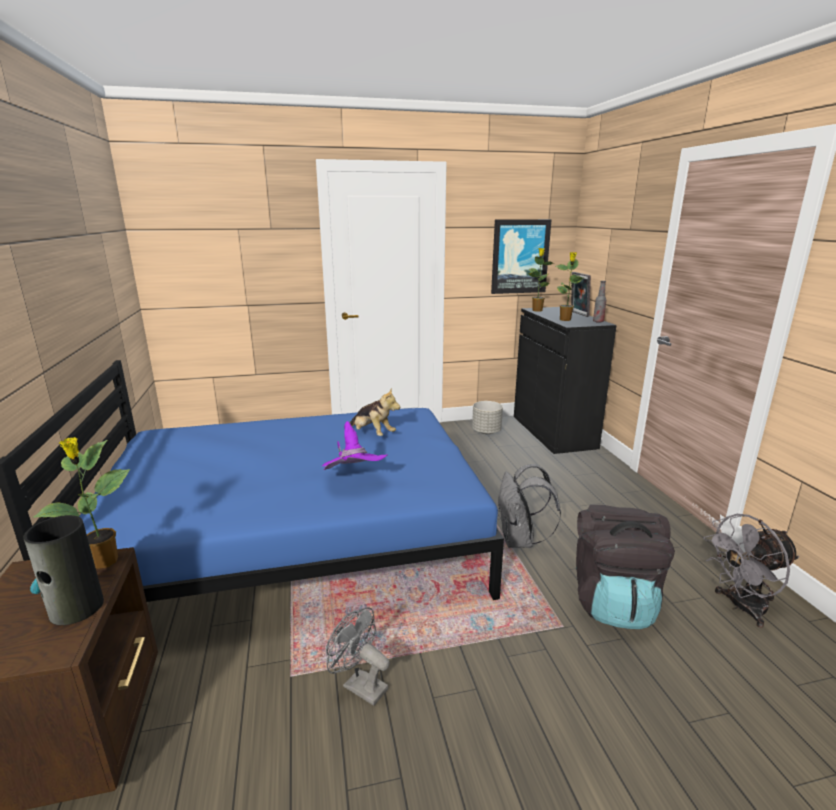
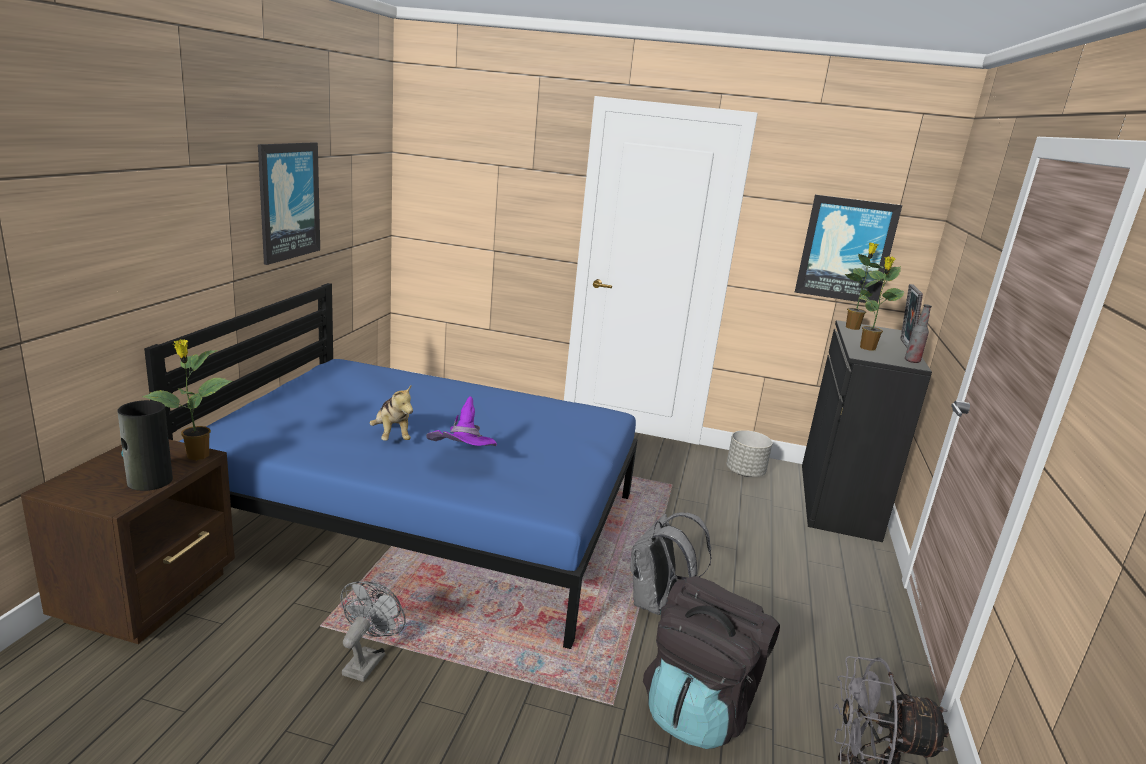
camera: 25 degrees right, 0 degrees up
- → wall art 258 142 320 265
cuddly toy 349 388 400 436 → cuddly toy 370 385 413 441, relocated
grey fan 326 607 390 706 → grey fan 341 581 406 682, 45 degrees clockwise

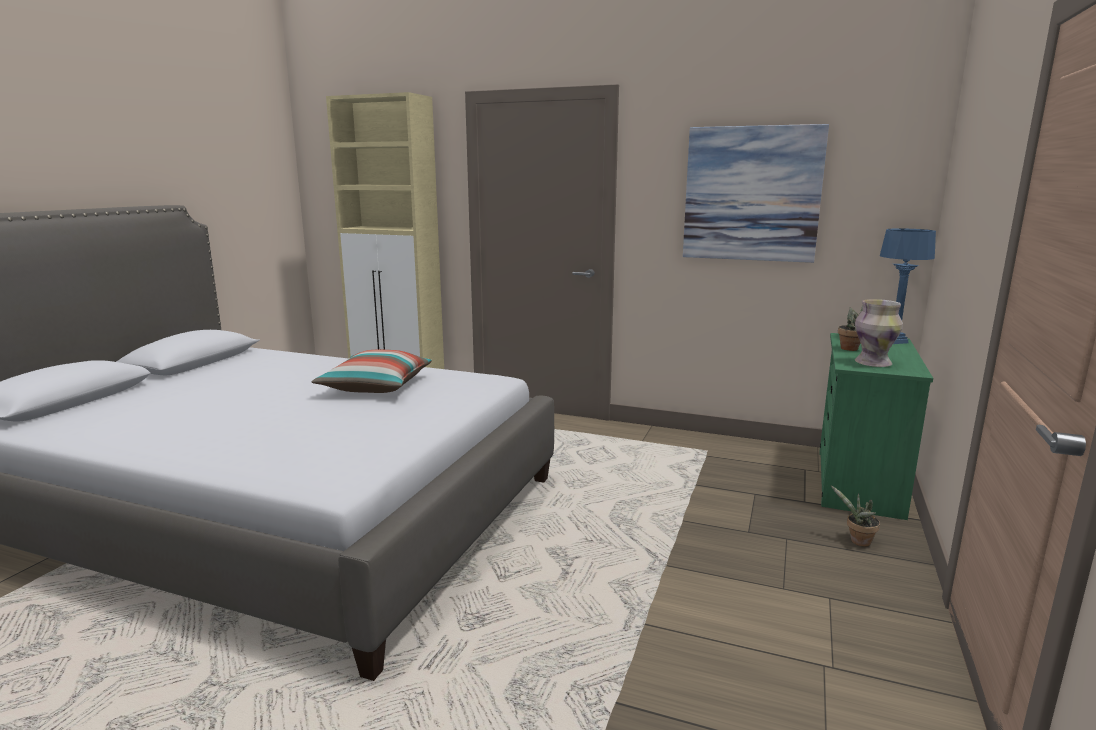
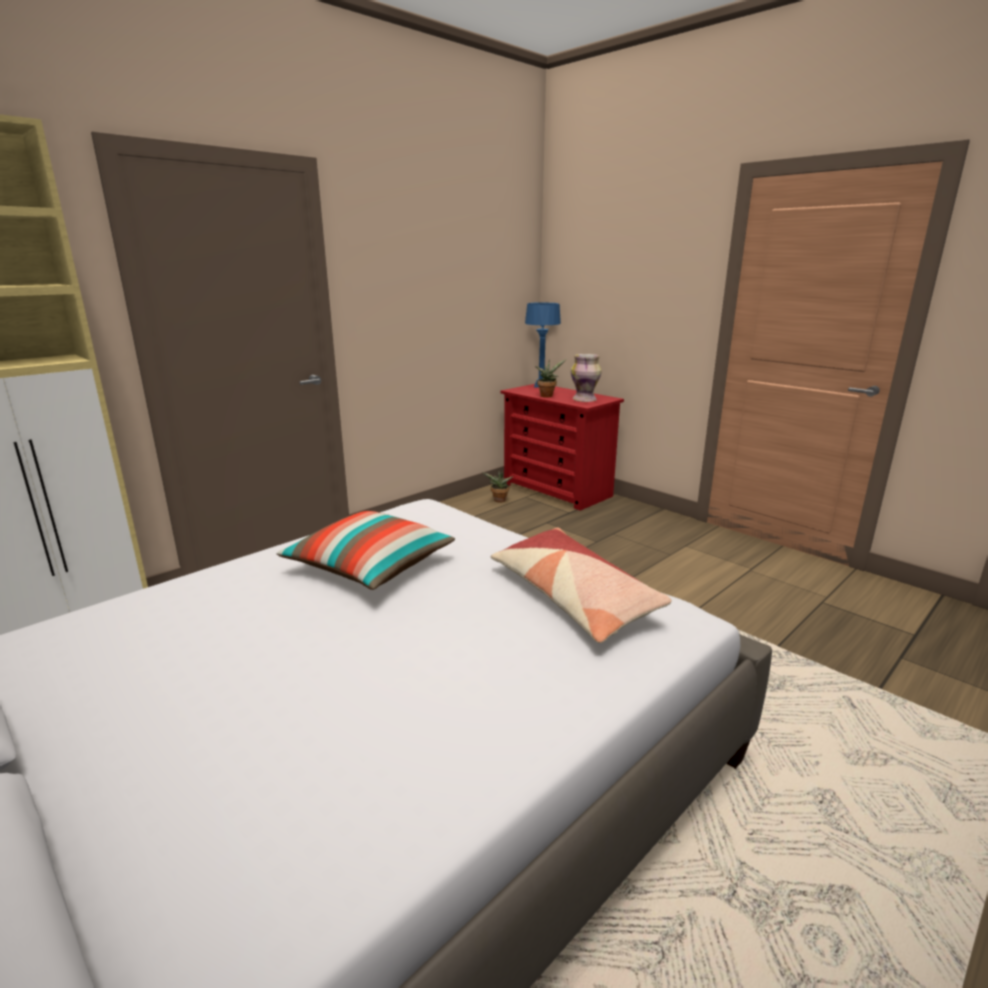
camera: 65 degrees left, 5 degrees up
wall art 683 124 829 263 → -
- → pillow 491 528 672 643
potted plant 831 485 880 547 → potted plant 482 472 513 503, relocated
green dresser 819 333 933 520 → reddish dresser 500 384 624 511

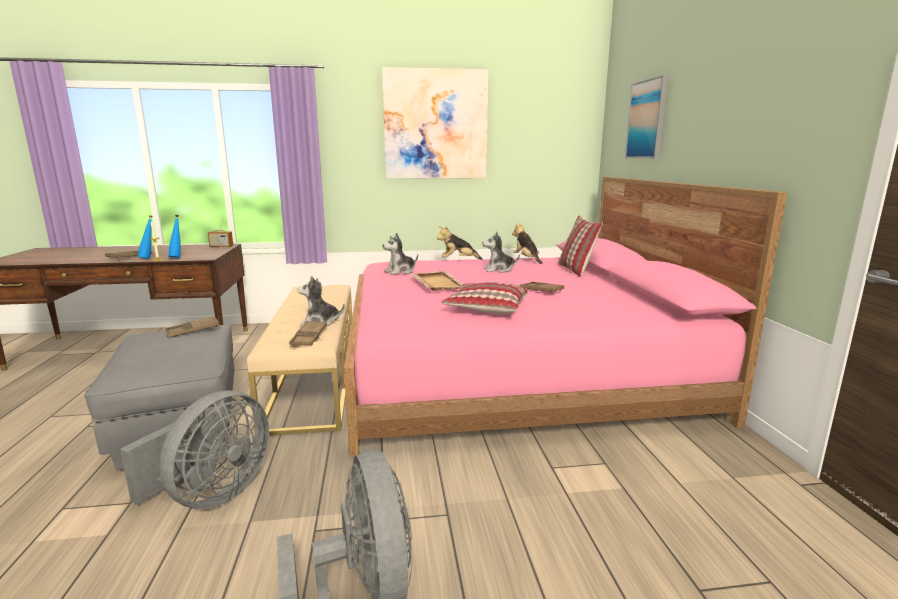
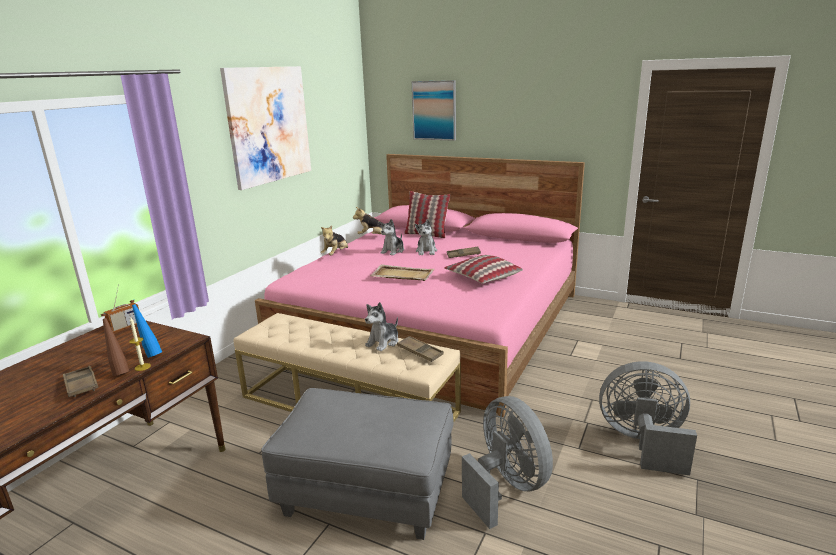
camera: 55 degrees left, 5 degrees up
brown serving tray 165 316 220 338 → -
cuddly toy 383 233 418 275 → cuddly toy 415 219 437 255, relocated
blue bottle 138 215 152 259 → brown bottle 100 313 129 376

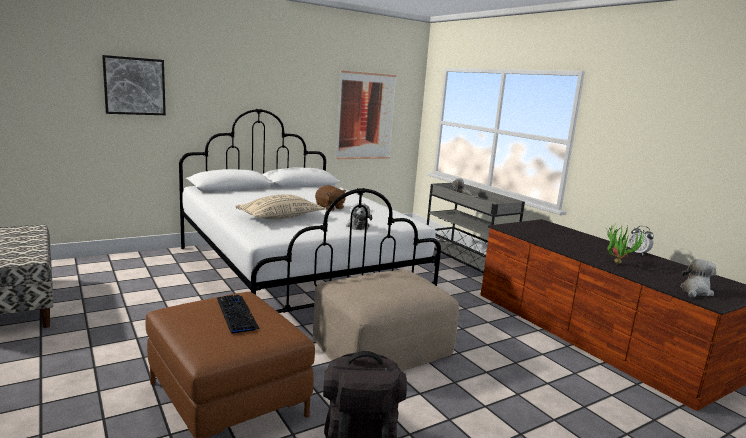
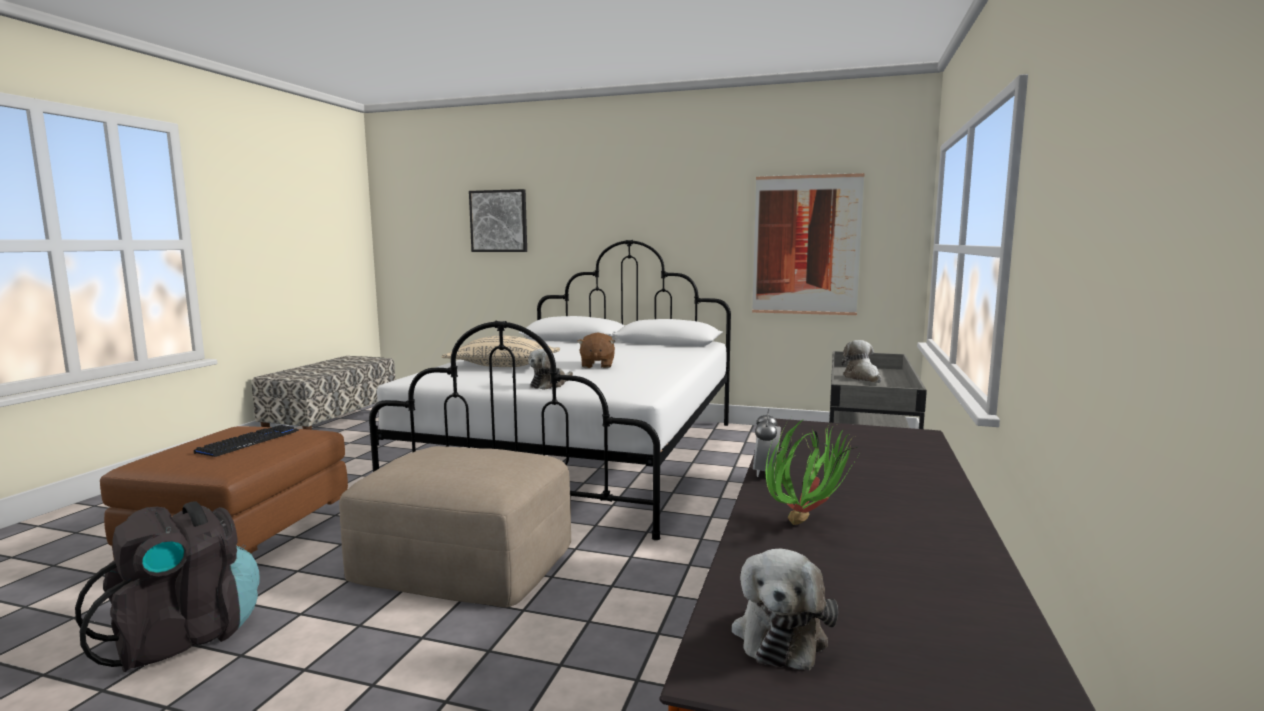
camera: 50 degrees right, 5 degrees down
alarm clock 629 226 654 255 → alarm clock 753 409 781 477, relocated
cuddly toy 680 259 716 298 → cuddly toy 732 549 838 671, 105 degrees clockwise

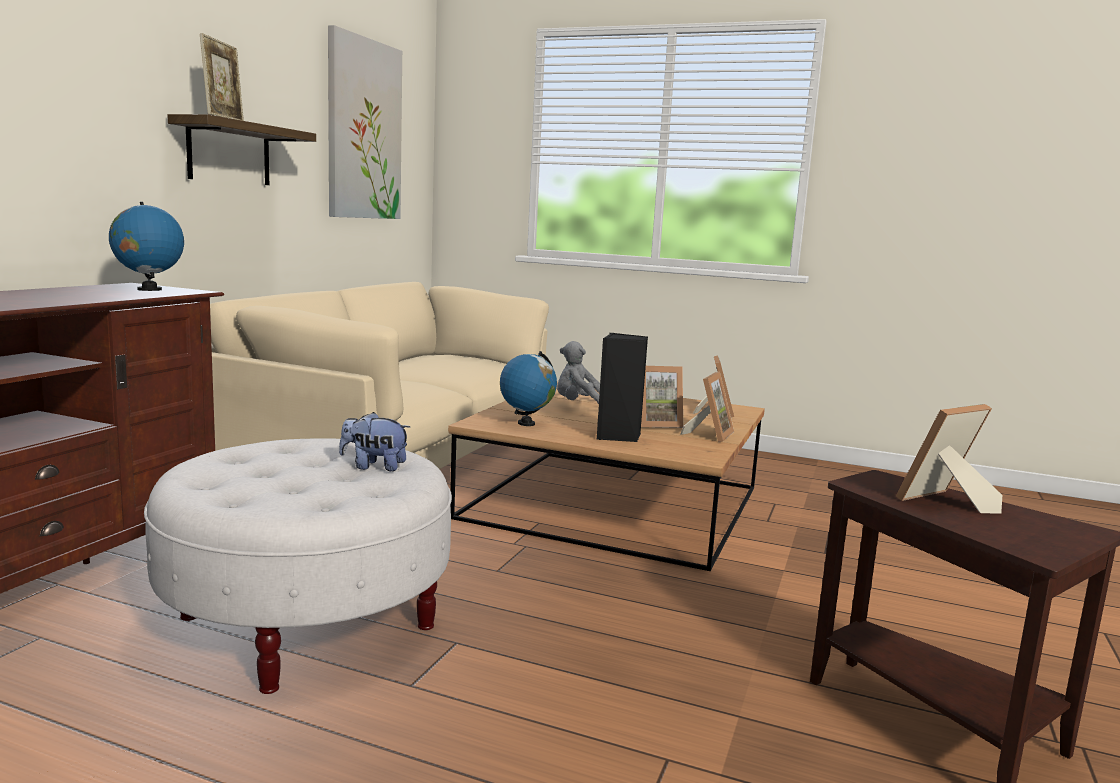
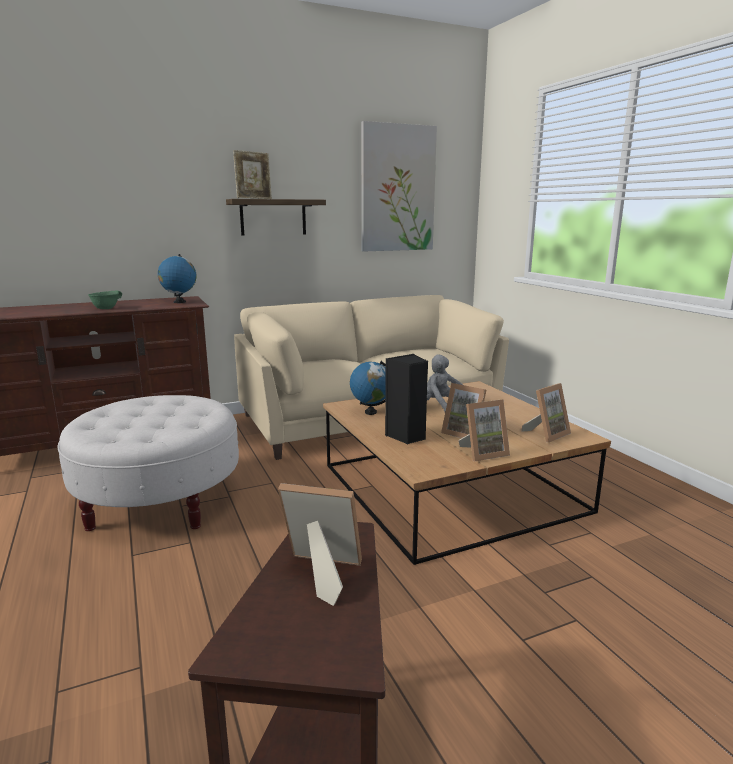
camera: 45 degrees right, 5 degrees up
cuddly toy 339 412 410 471 → -
- → green deep dish 88 290 122 309

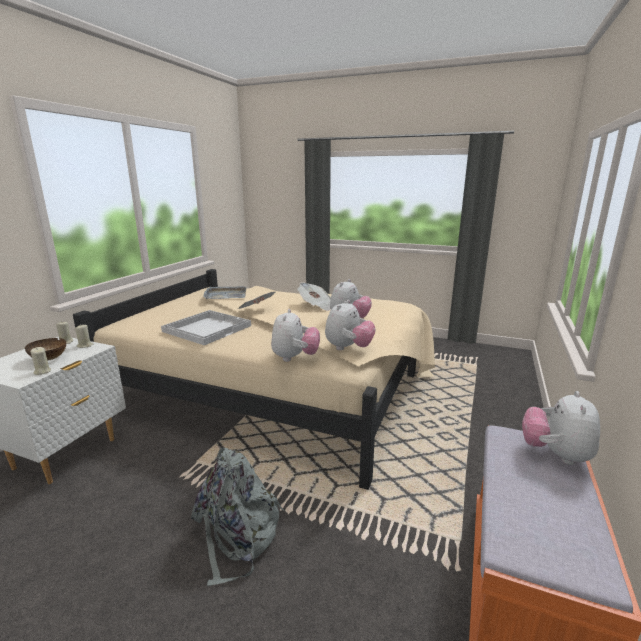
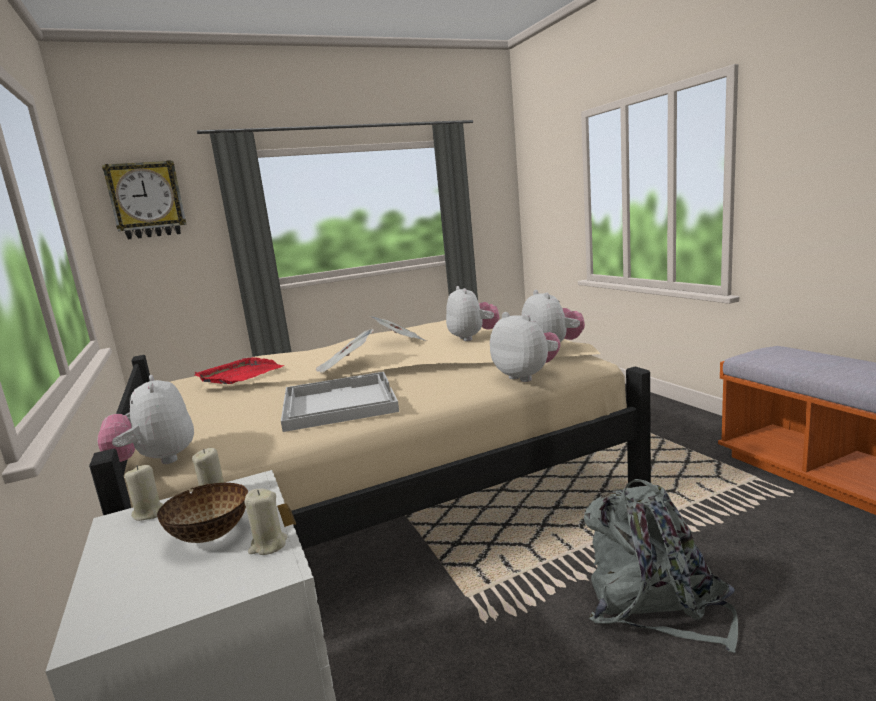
camera: 45 degrees left, 5 degrees down
- → hanging clock 102 160 187 239
cuddly toy 522 391 600 465 → cuddly toy 97 375 194 464, relocated
grey serving tray 203 286 246 299 → reddish serving tray 194 357 284 384

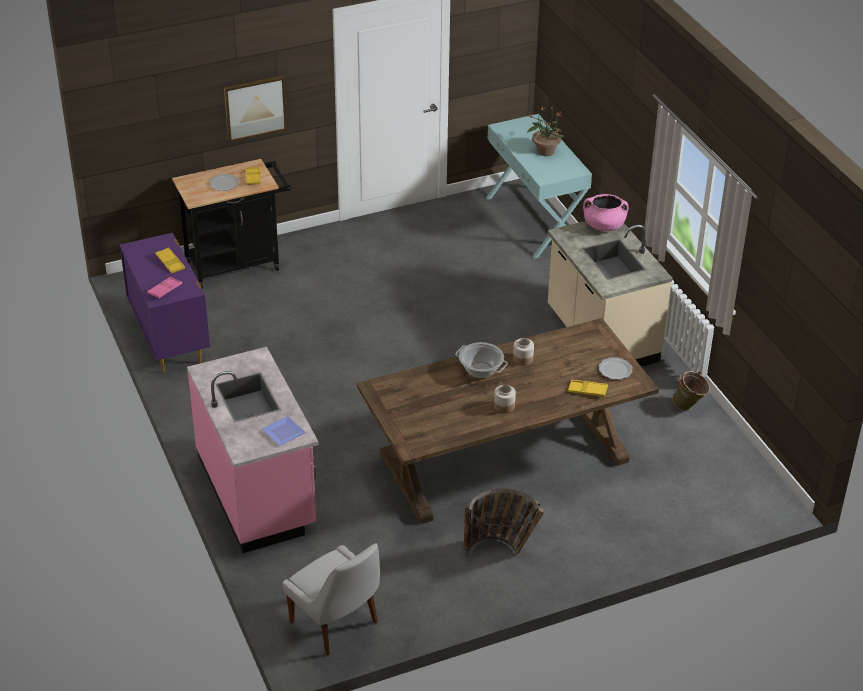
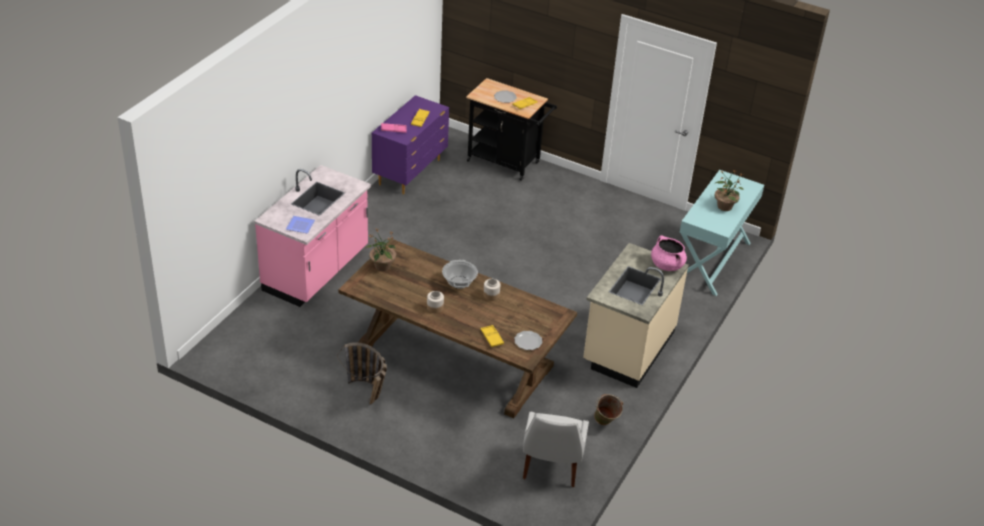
camera: 50 degrees right, 0 degrees up
wall art 224 76 287 142 → -
- → potted plant 366 228 396 271
whitish plain chair 282 543 380 656 → whitish plain chair 523 412 589 487, relocated

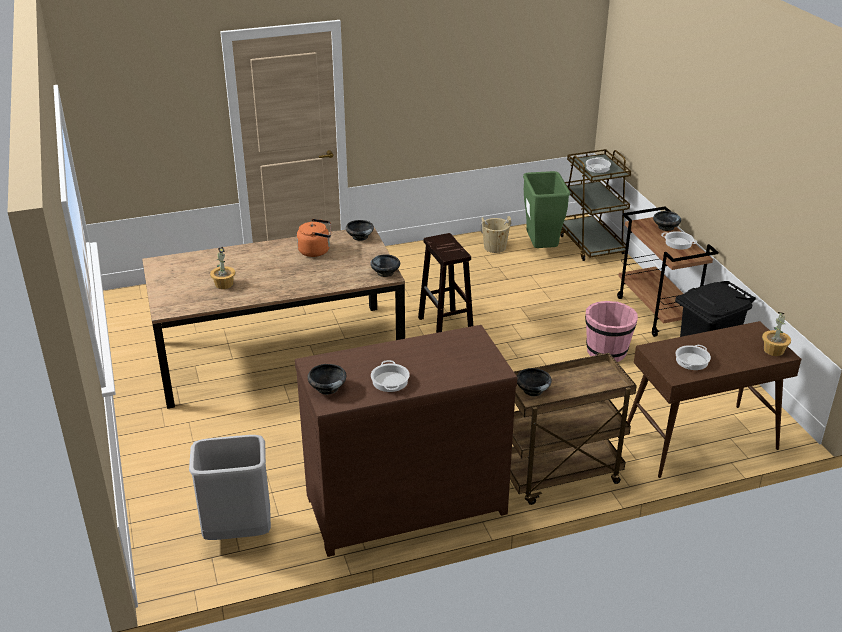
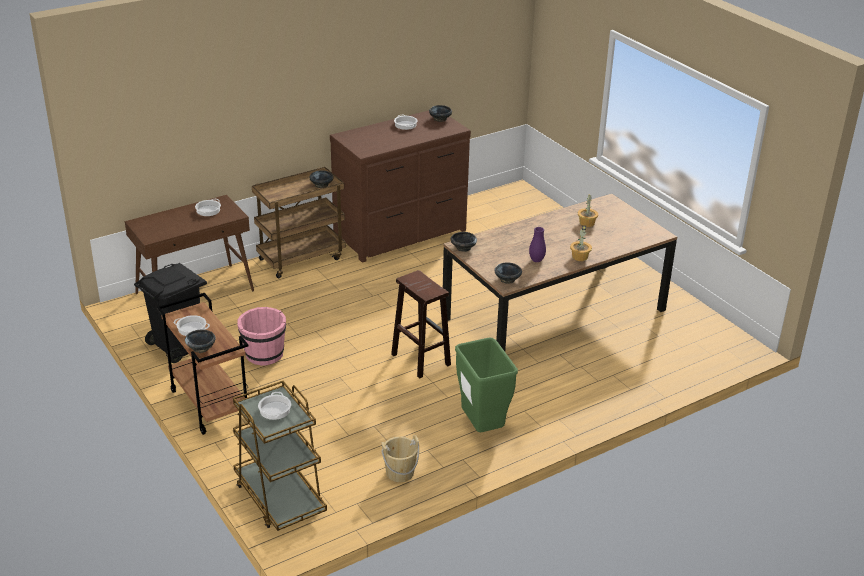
camera: 165 degrees right, 0 degrees up
grey waste bin 189 435 271 540 → -
green waste bin 523 171 570 248 → green waste bin 455 338 518 432, relocated
potted plant 762 312 791 356 → potted plant 570 225 592 261, relocated
orange-coloured tea kettle 297 219 331 257 → purple decorative vase 529 227 546 262

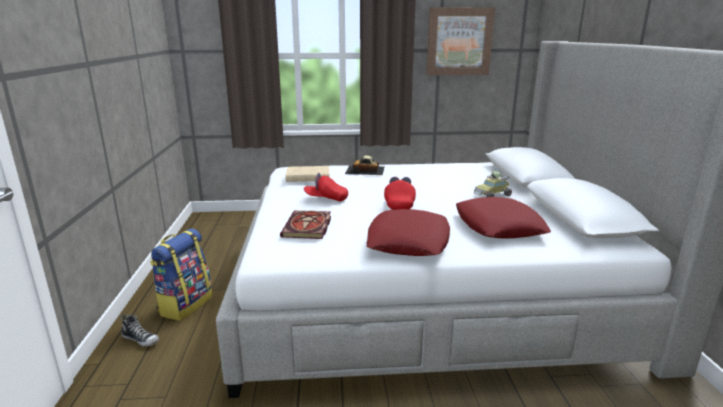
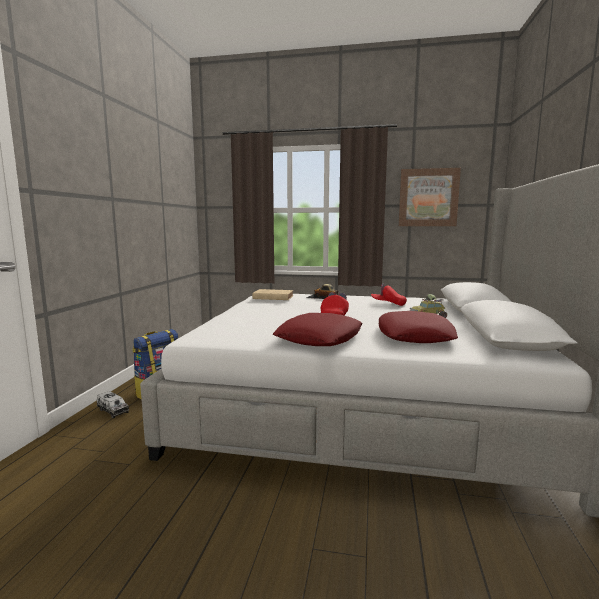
camera: 15 degrees right, 10 degrees down
bound book 280 211 331 239 → -
reddish cap 304 173 348 201 → reddish cap 371 284 407 306, relocated
item of footwear 120 314 159 347 → toy truck 97 391 129 418

